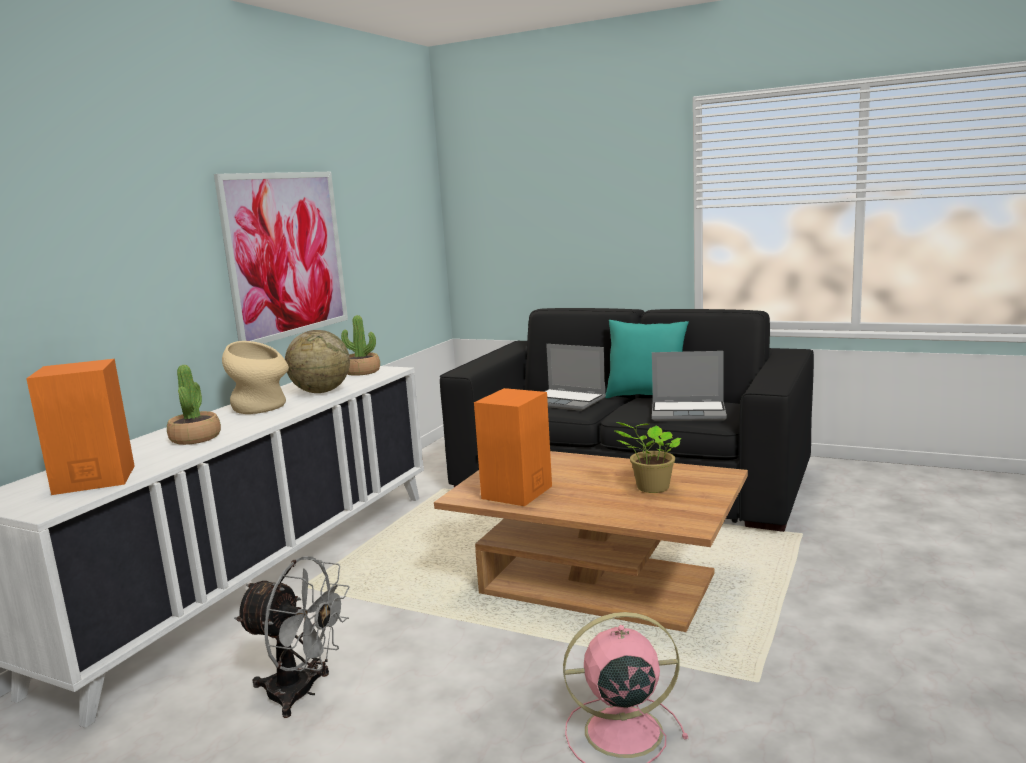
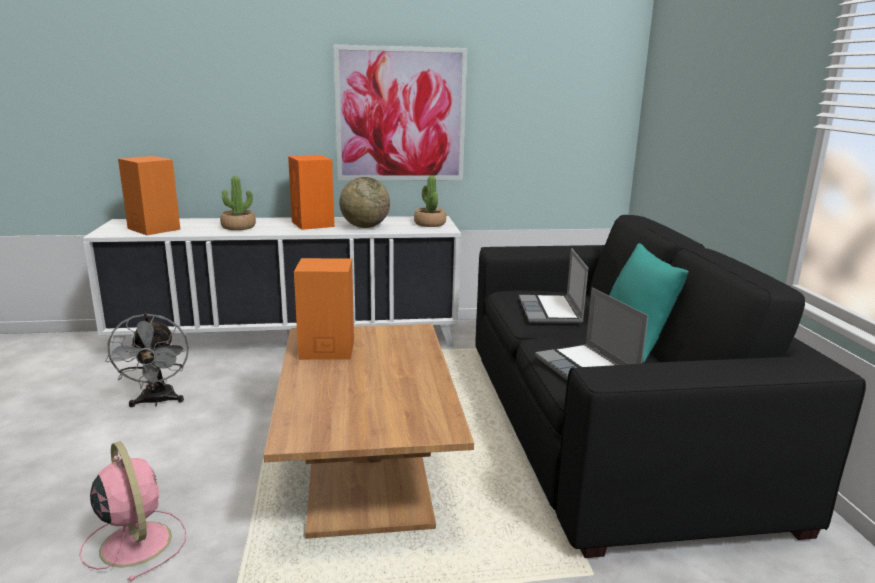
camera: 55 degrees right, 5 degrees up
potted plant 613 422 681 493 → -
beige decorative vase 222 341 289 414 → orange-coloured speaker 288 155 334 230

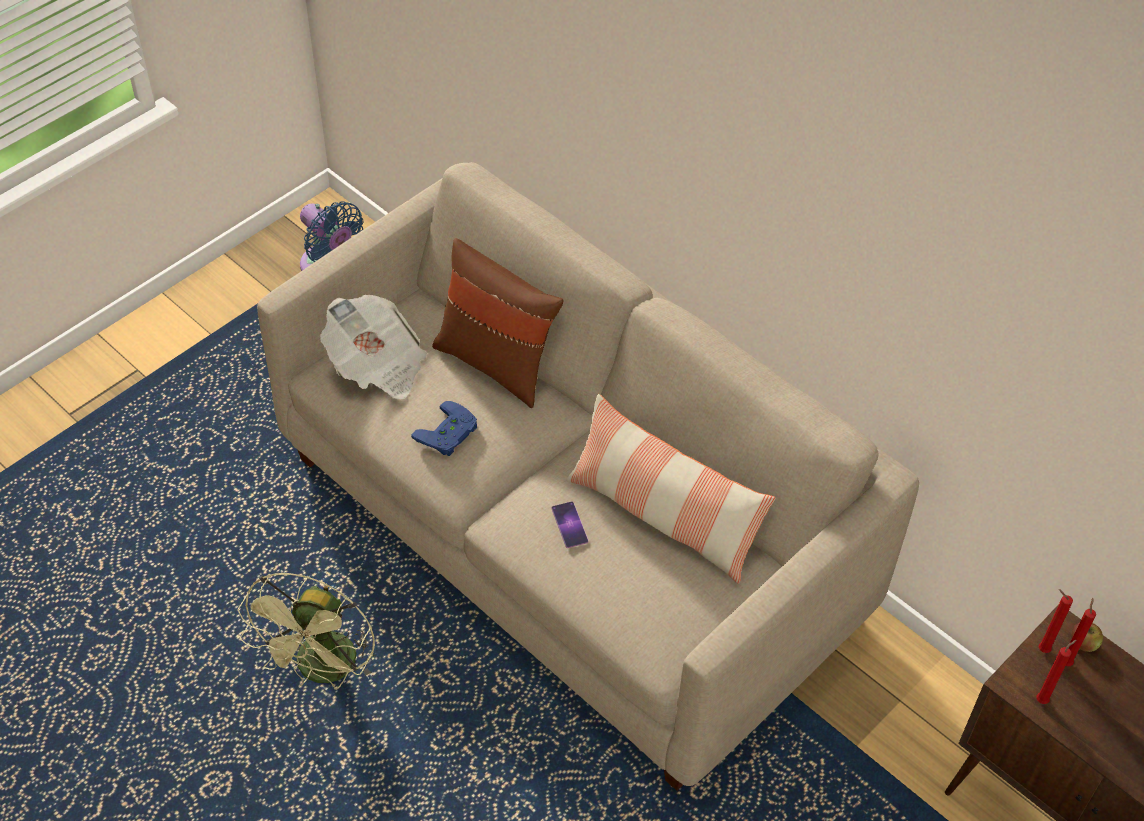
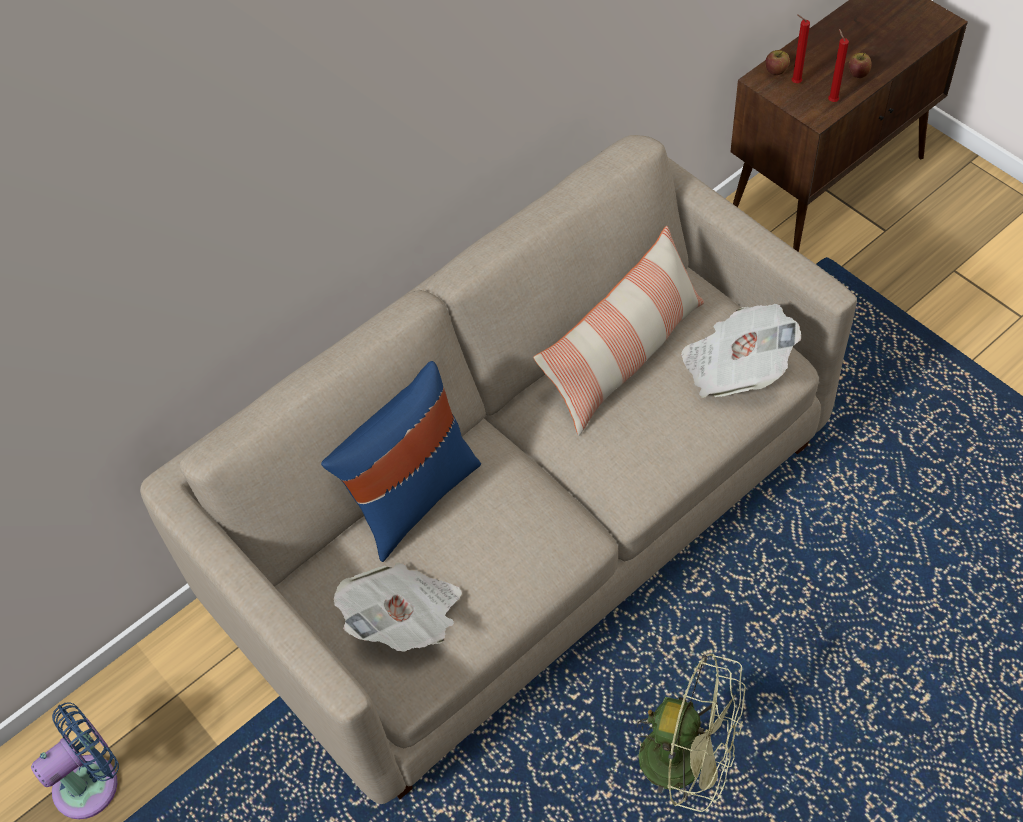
camera: 80 degrees left, 5 degrees up
blue joypad 411 401 477 456 → -
telephone 551 501 588 548 → -
reddish wax light 1039 589 1073 653 → -
- → daily paper 681 304 801 398
- → apple fruit 848 52 872 78
brown pillow 432 238 564 408 → blue pillow 321 361 481 562

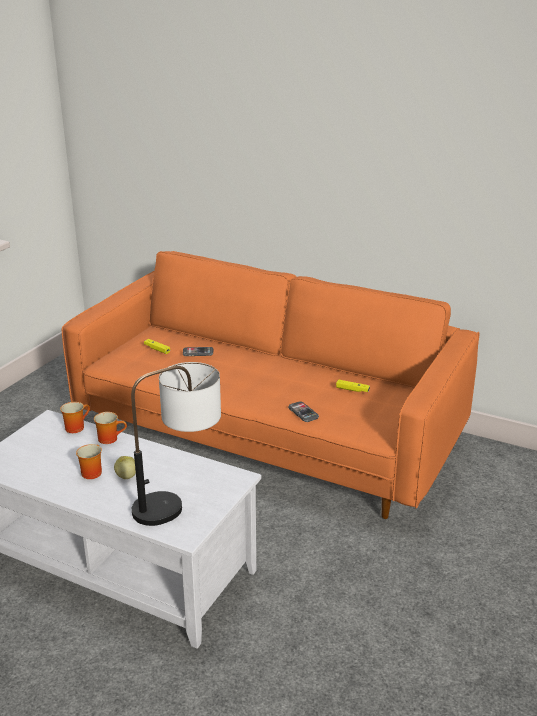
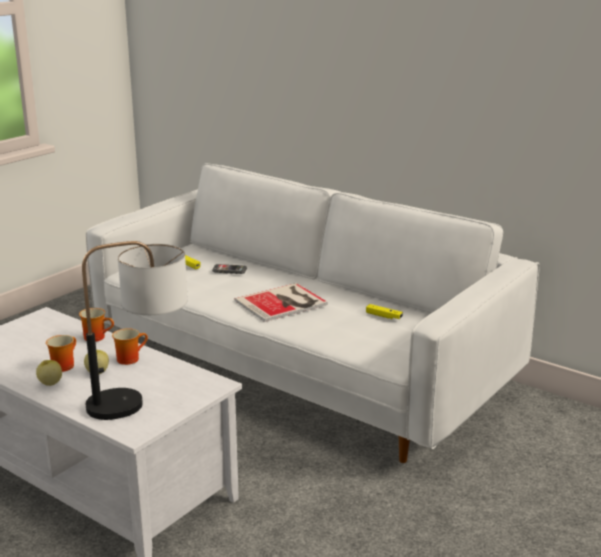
camera: 10 degrees right, 5 degrees down
telephone 288 401 319 422 → -
- → apple fruit 36 360 62 386
- → bound book 234 283 328 322
tea mug 60 402 90 433 → tea mug 112 328 148 365, relocated
orange-coloured settee 62 251 480 519 → whitish settee 86 163 540 463

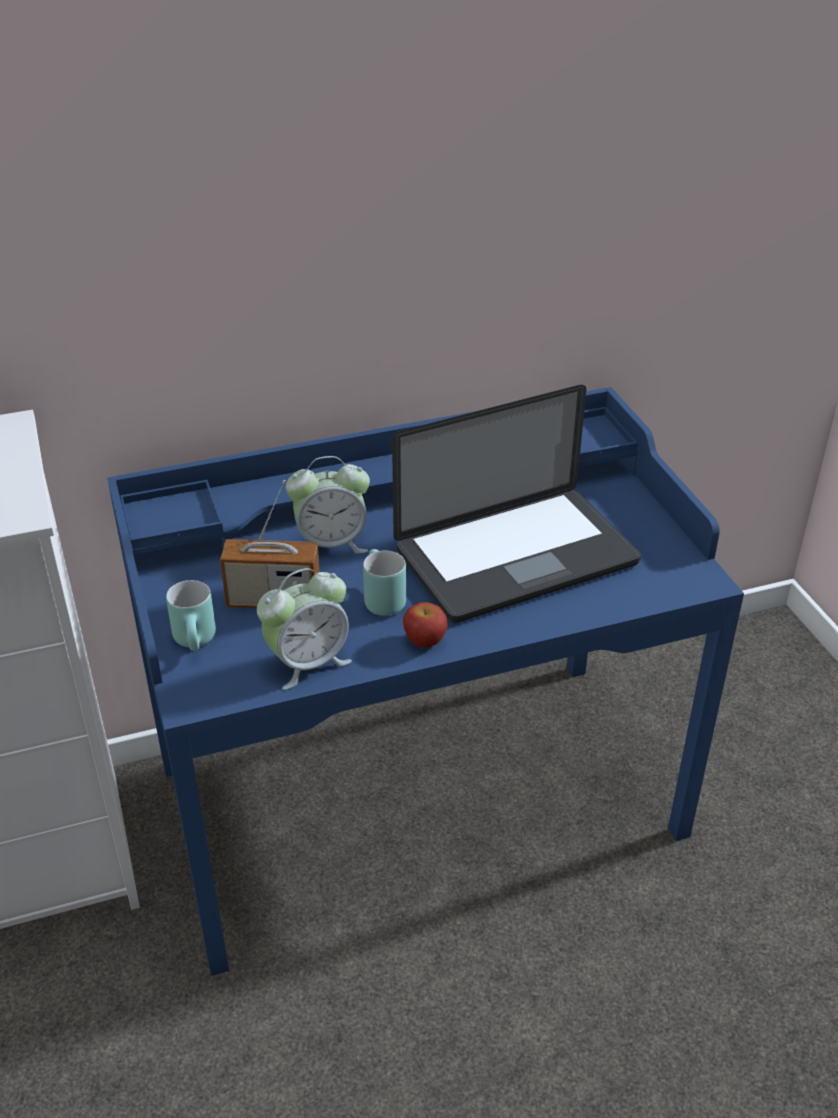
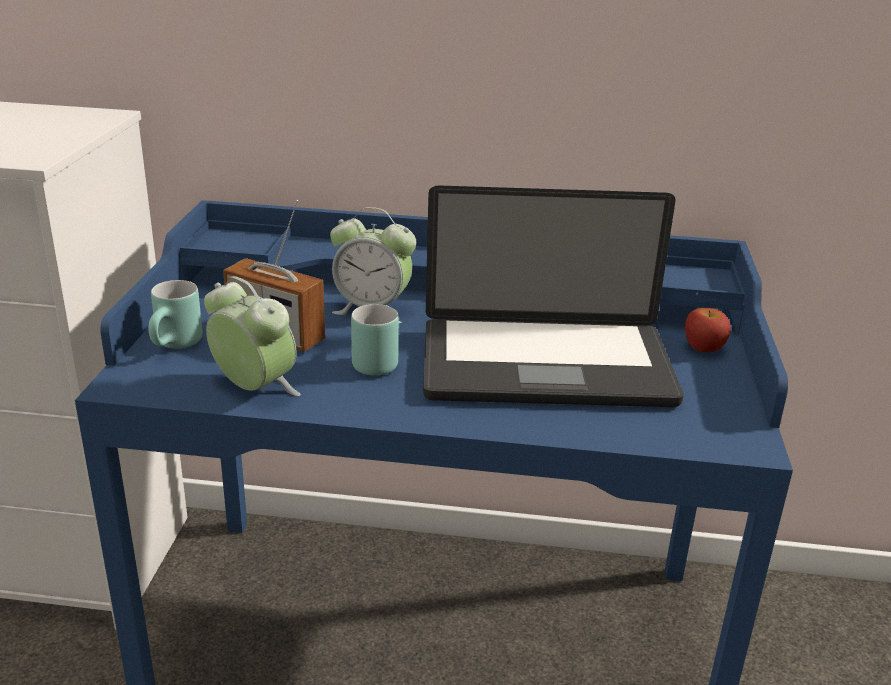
camera: 25 degrees right, 10 degrees down
apple fruit 403 602 447 648 → apple fruit 685 308 731 353, relocated
alarm clock 257 568 352 690 → alarm clock 204 276 300 396, 135 degrees counterclockwise

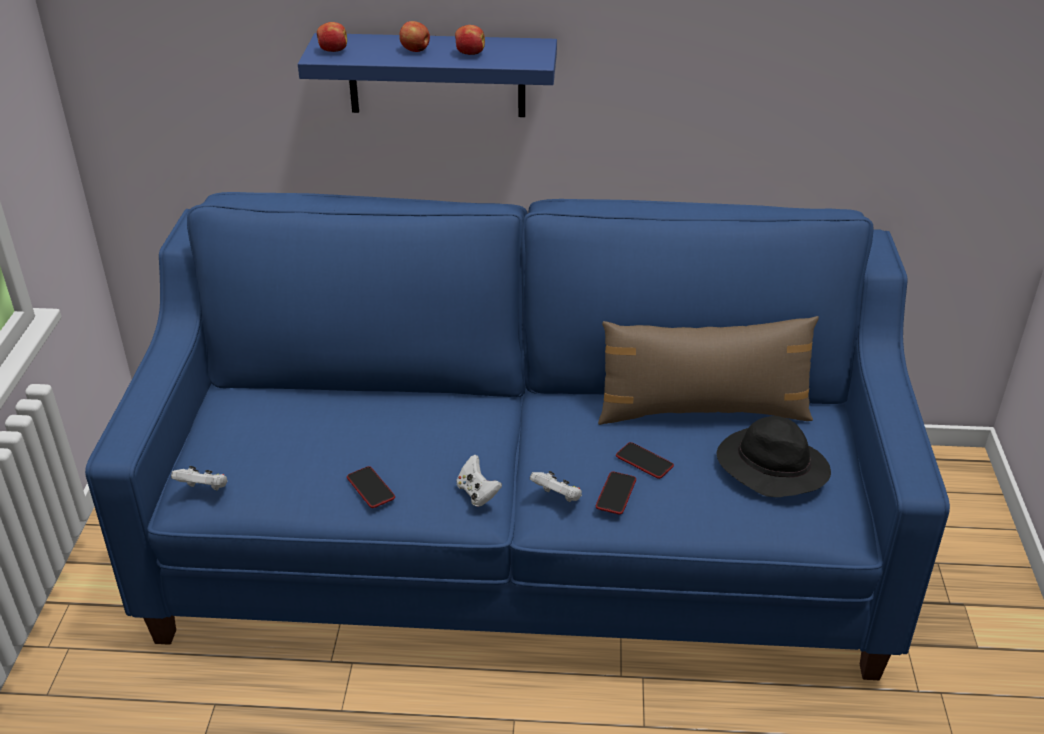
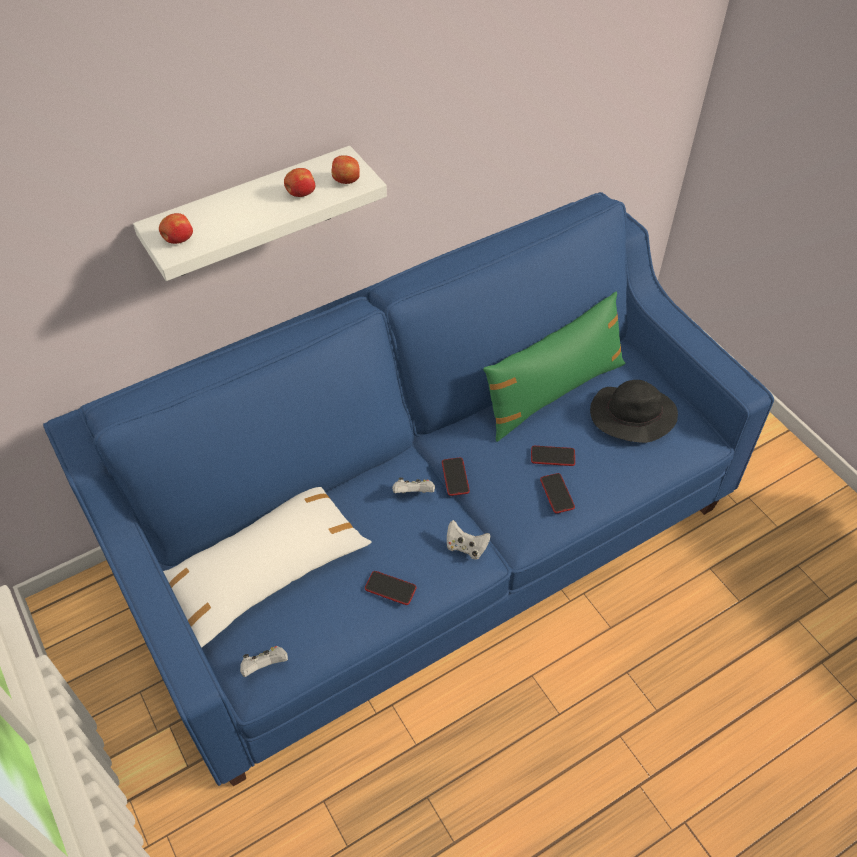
camera: 35 degrees left, 15 degrees up
- → whitish pillow 163 487 371 648
- → telephone 442 457 470 496
apple fruit 399 21 430 52 → apple fruit 332 155 360 184, relocated
whitish joypad 530 471 582 502 → whitish joypad 392 478 435 493, relocated
blue wall shelf 298 33 557 117 → whitish wall shelf 133 146 387 281
brown pillow 598 316 819 425 → green pillow 483 291 625 442

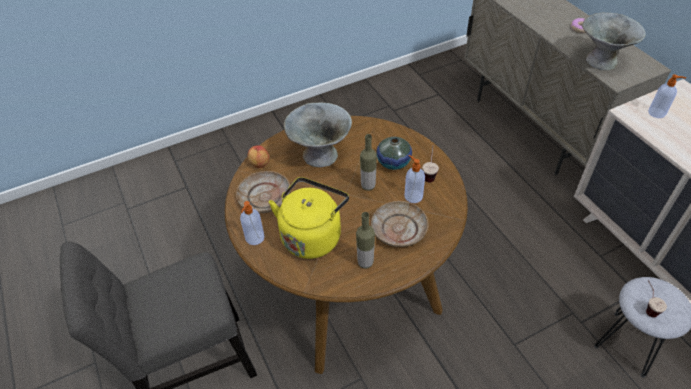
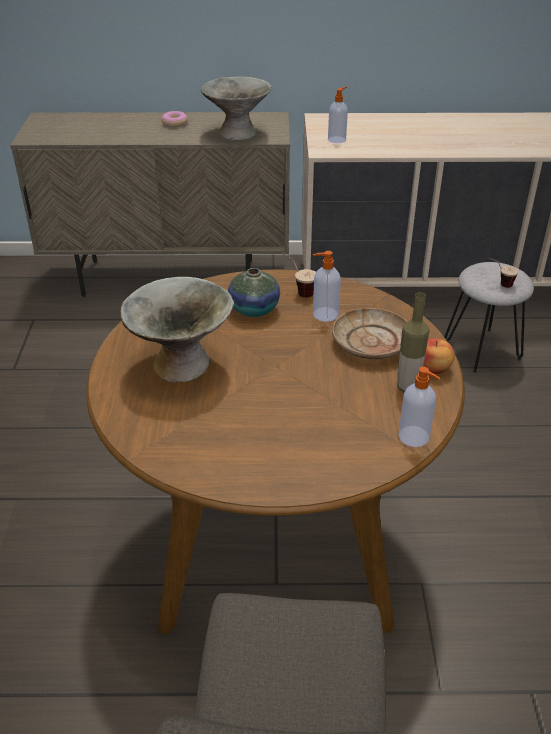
camera: 65 degrees left, 10 degrees down
beige dinner plate 236 171 291 213 → -
yellow tea kettle 269 177 349 259 → -
bottle 360 134 377 191 → -
liquid soap bottle 240 201 265 245 → liquid soap bottle 398 367 441 447, relocated
apple fruit 248 145 269 168 → apple fruit 423 339 455 374, relocated

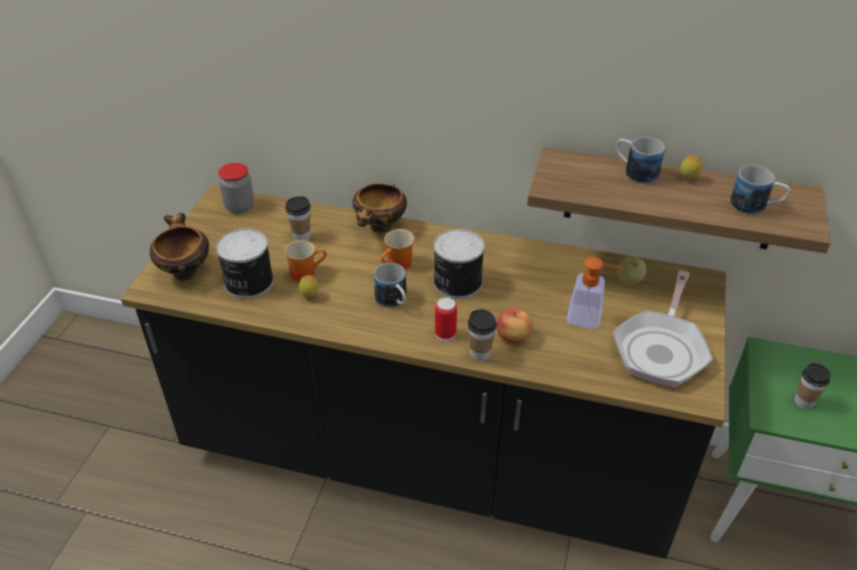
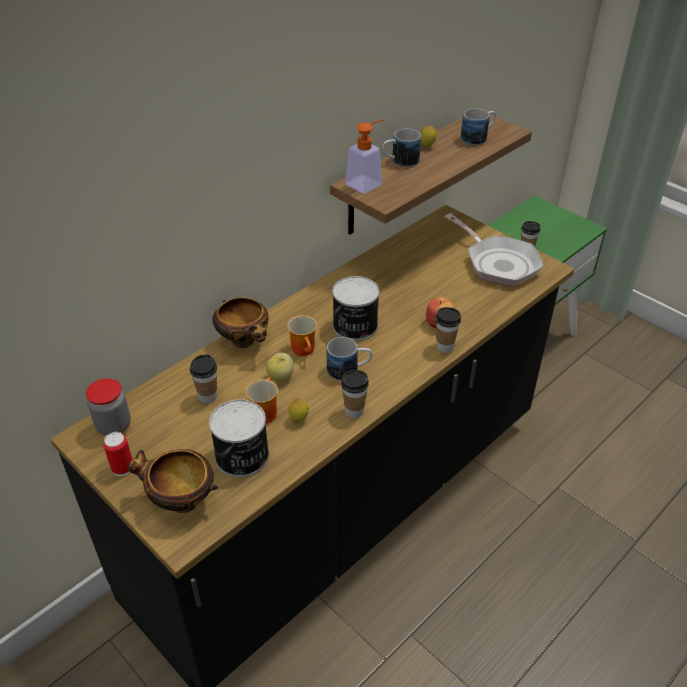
camera: 60 degrees left, 0 degrees up
- → drinking cup 341 370 369 418
metal can 435 297 457 341 → metal can 103 432 132 476, relocated
liquid soap bottle 567 257 626 329 → liquid soap bottle 345 119 385 193, relocated
apple fruit 616 258 646 284 → apple fruit 266 353 294 382, relocated

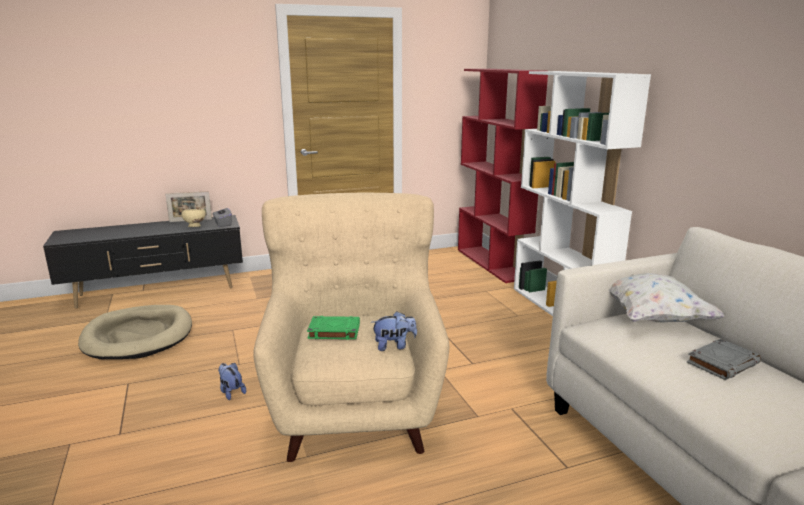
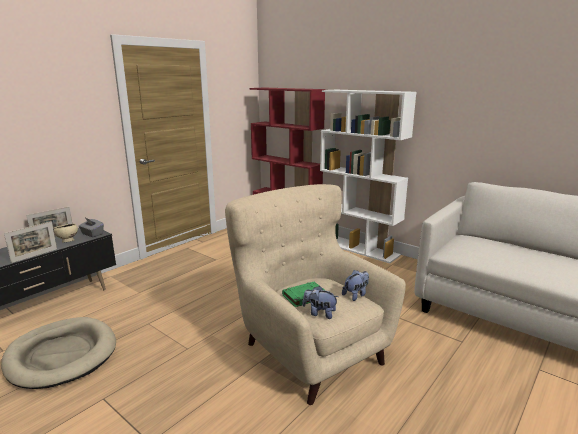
camera: 30 degrees left, 0 degrees up
whitish pillow 608 273 724 323 → -
grey bound book 687 339 761 380 → -
- → standing frame 4 221 57 263
cuddly toy 218 363 246 400 → cuddly toy 302 286 338 319, relocated

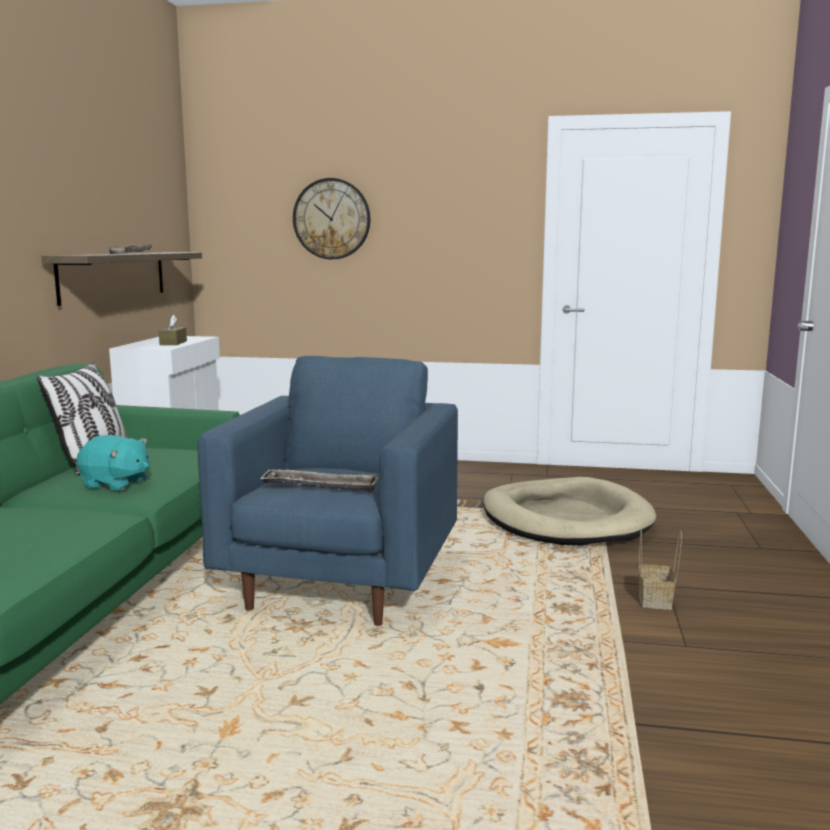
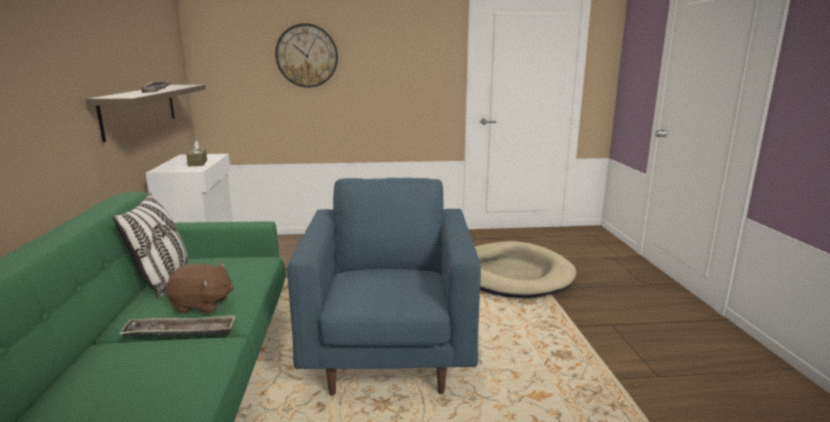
camera: 15 degrees left, 5 degrees up
storage basket 639 529 682 610 → -
serving tray 260 469 380 493 → serving tray 119 315 236 336, relocated
blue-green cuddly toy 77 435 149 491 → brown cuddly toy 166 263 234 314

